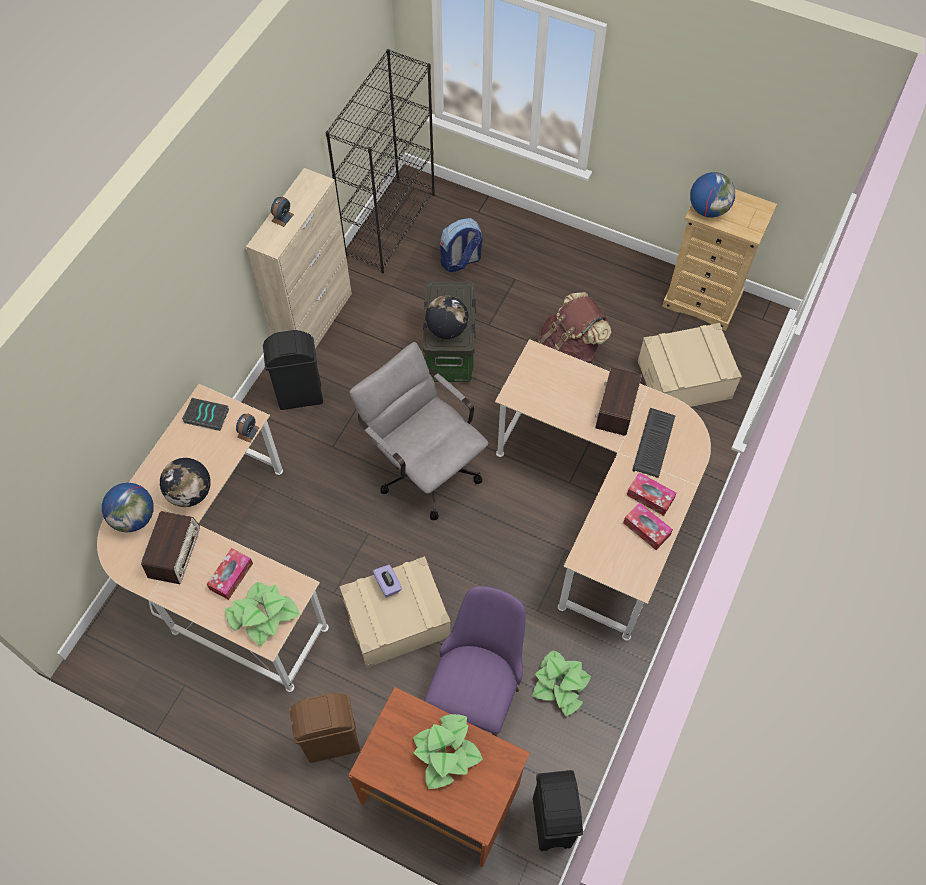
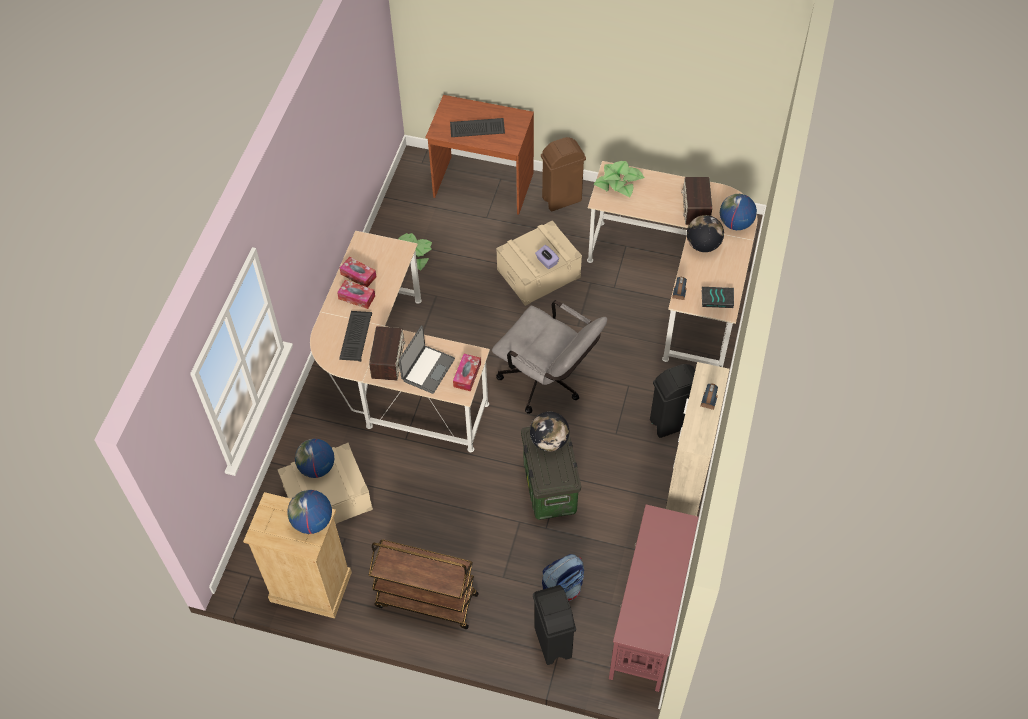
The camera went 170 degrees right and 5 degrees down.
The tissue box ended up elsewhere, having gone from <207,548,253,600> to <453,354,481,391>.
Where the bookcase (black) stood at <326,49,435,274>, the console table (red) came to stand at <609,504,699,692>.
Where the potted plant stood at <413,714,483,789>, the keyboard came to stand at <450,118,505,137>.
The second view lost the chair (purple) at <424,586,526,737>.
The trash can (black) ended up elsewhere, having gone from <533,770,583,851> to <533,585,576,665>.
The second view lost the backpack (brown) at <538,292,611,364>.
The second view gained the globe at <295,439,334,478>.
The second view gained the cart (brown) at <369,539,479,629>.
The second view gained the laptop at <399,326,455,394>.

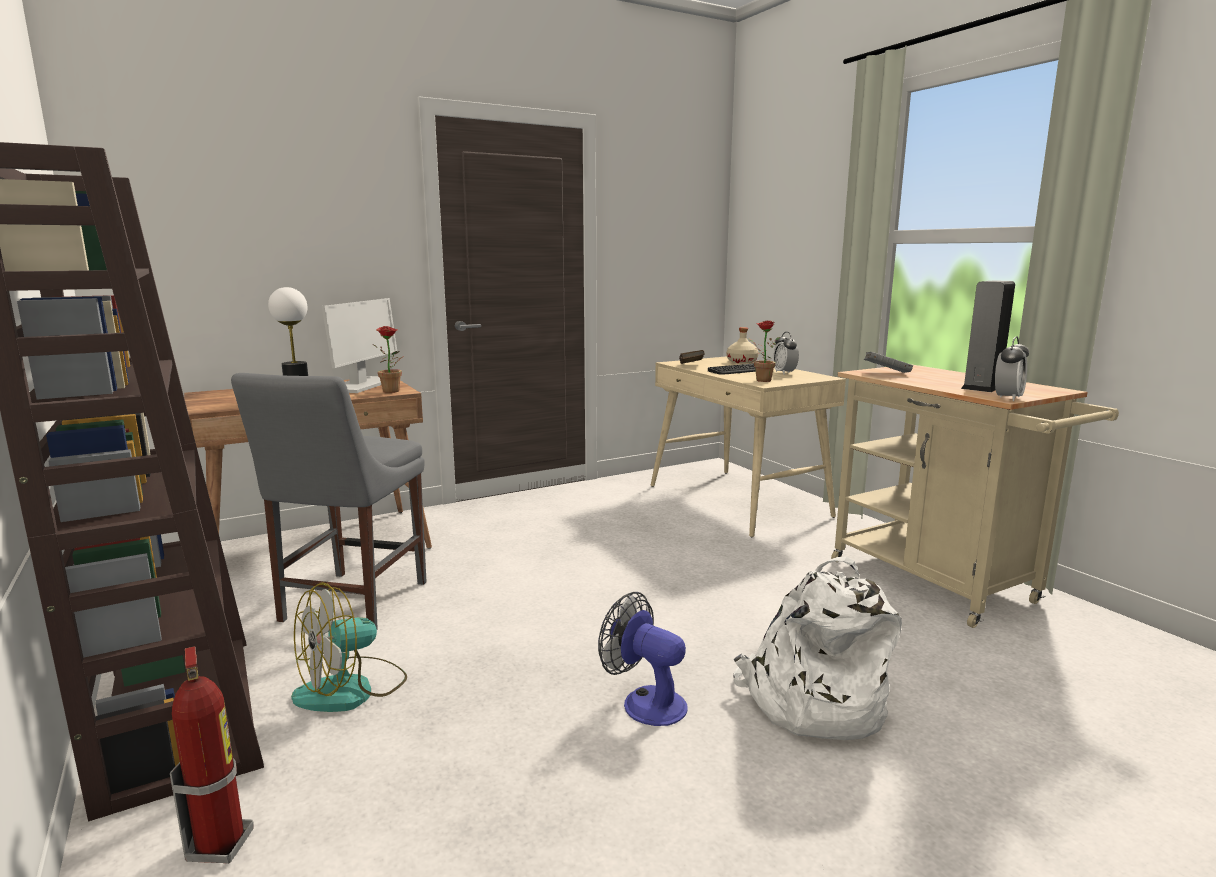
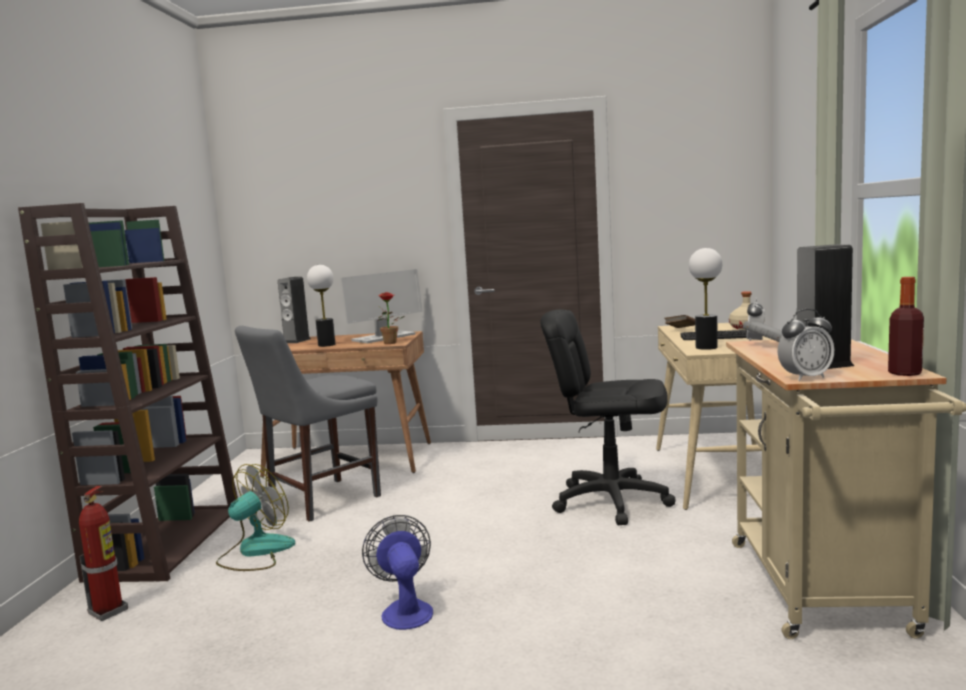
The camera went 35 degrees right and 5 degrees down.
The fan at <291,582,407,712> ended up facing another way, 135 degrees clockwise from before.
The second view lost the backpack (white) at <733,557,902,740>.
Where the potted plant stood at <748,320,780,382>, the table lamp came to stand at <689,248,722,350>.
The second view gained the speaker at <278,277,311,343>.
The second view gained the office chair (black) at <541,309,676,525>.
The second view gained the bottle at <888,277,924,376>.

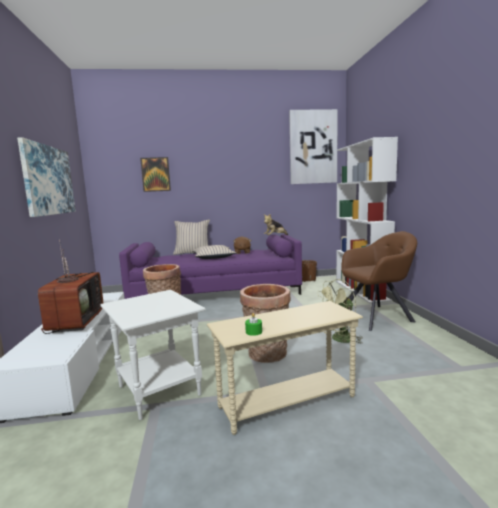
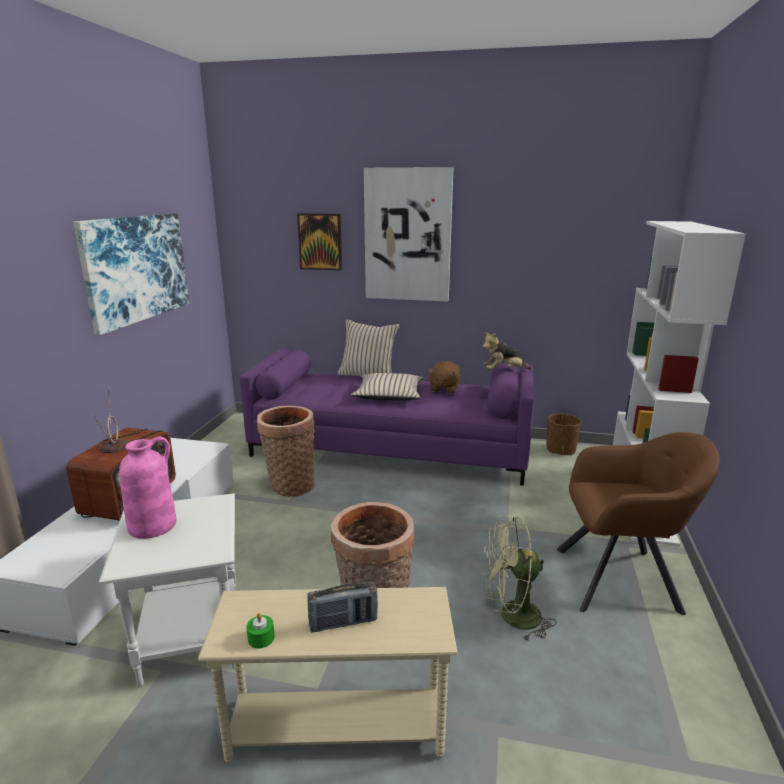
The camera went 20 degrees right and 10 degrees up.
The picture ended up elsewhere, having gone from <289,109,338,184> to <364,167,453,302>.
The second view gained the vase (pink) at <119,437,177,539>.
The second view gained the radio at <307,581,378,633>.

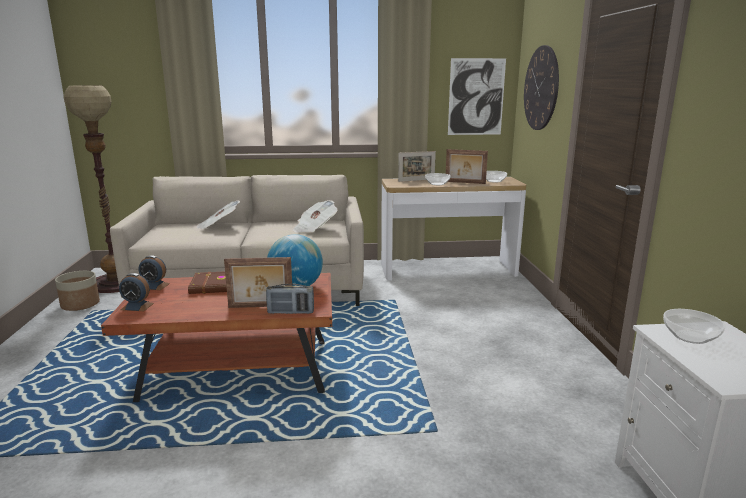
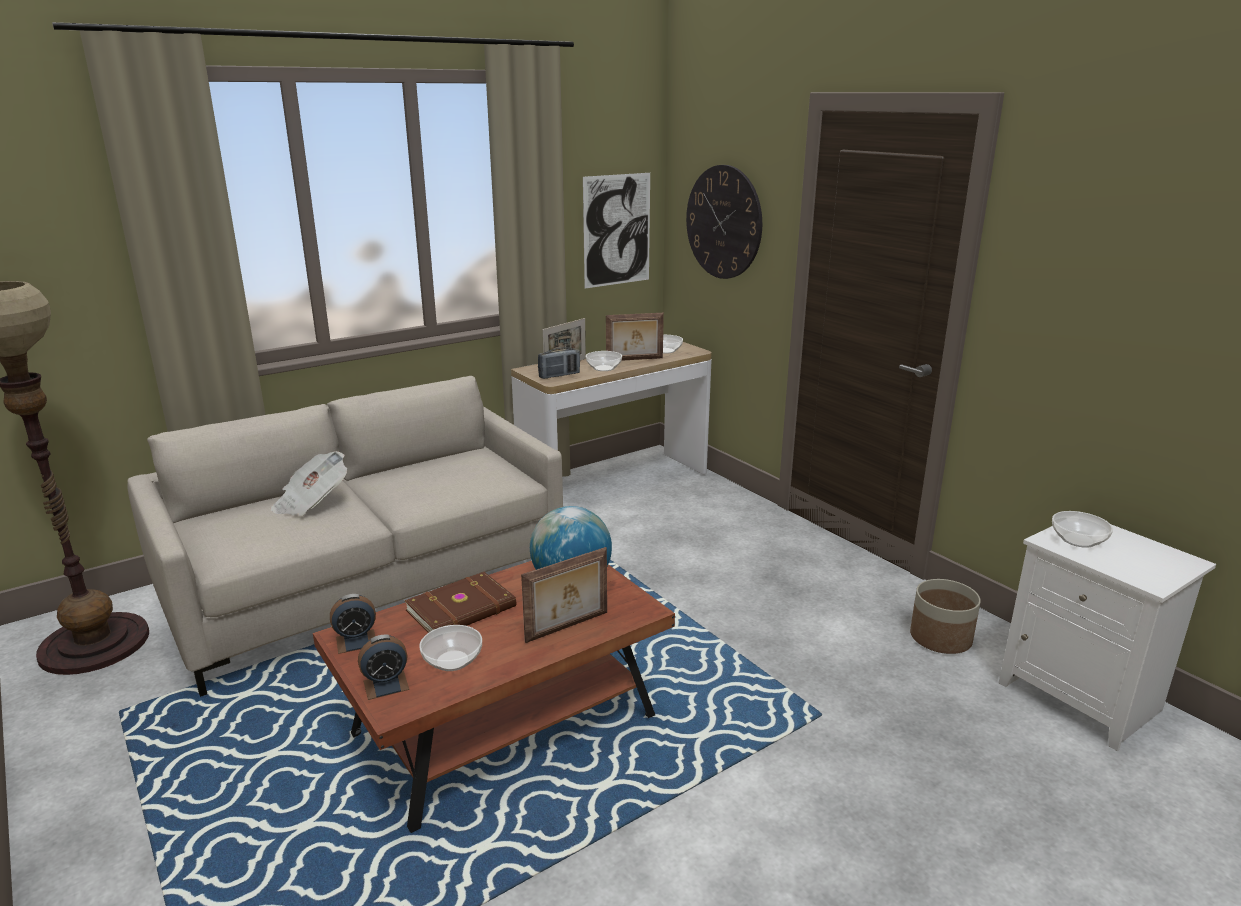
The camera went 30 degrees left and 5 degrees up.
The planter ended up elsewhere, having gone from <55,271,100,311> to <910,579,981,654>.
The radio ended up elsewhere, having gone from <266,284,314,314> to <538,347,580,379>.
The second view lost the newspaper at <292,200,337,233>.
The second view gained the bowl at <419,625,482,671>.

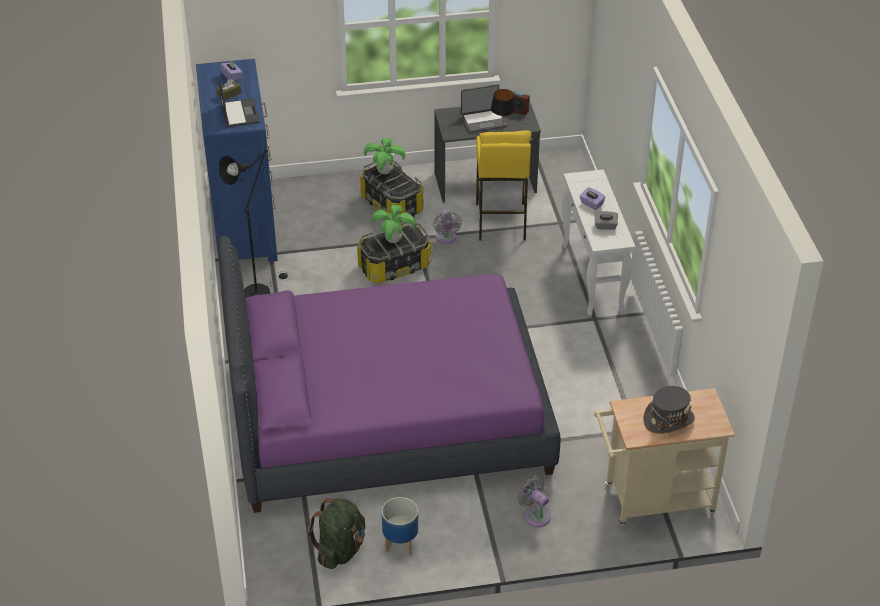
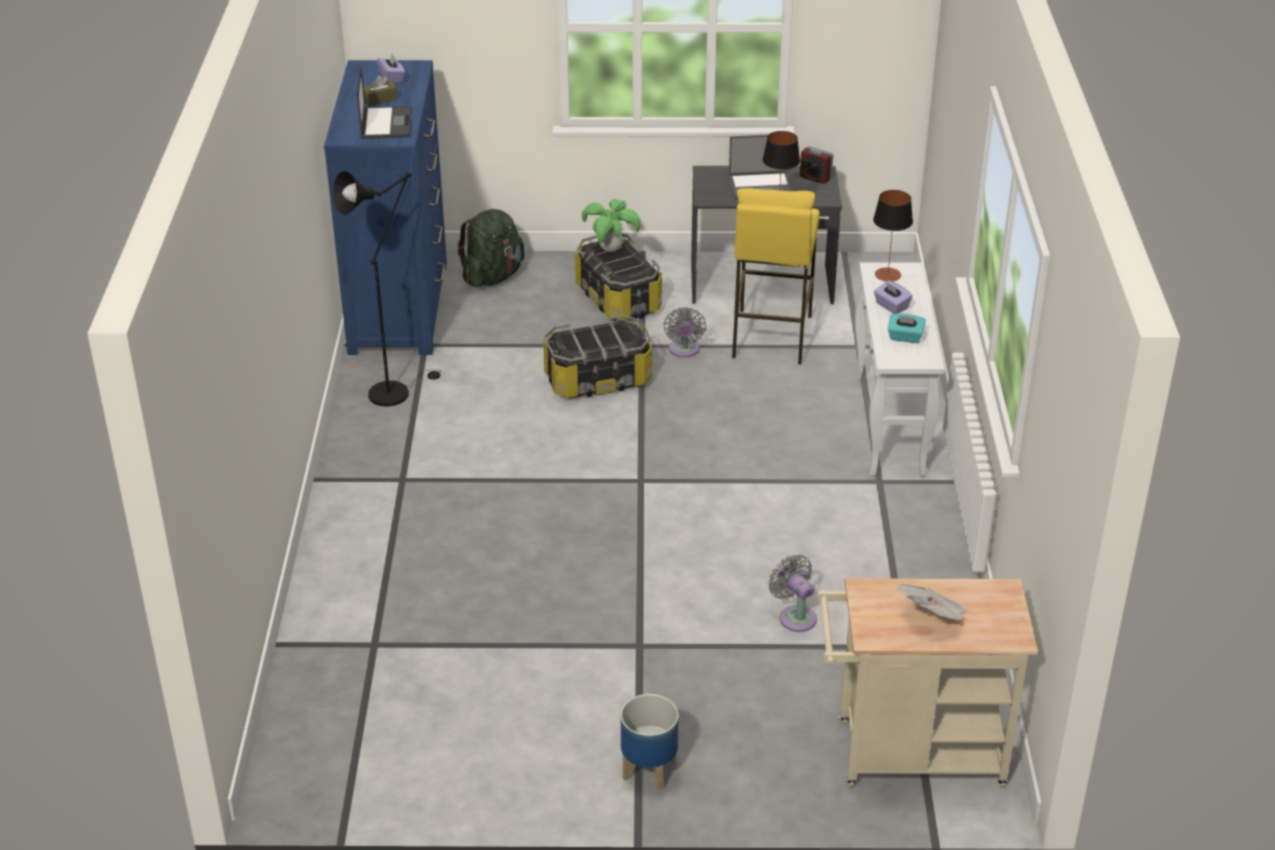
The camera went 10 degrees right and 5 degrees down.
The second view lost the bed (purple) at <218,236,561,513>.
The backpack (green) ended up elsewhere, having gone from <308,498,365,569> to <457,209,525,287>.
The second view lost the potted plant at <371,205,415,243>.
The planter ended up elsewhere, having gone from <382,497,418,556> to <621,694,679,791>.
The fan (grey) ended up elsewhere, having gone from <517,476,551,527> to <768,555,817,632>.
What was the tissue box (grey) at <595,211,618,230> turned into the tissue box (turquoise) at <888,314,926,343>.
Where the hat (grey) stood at <643,386,695,434>, the newspaper came to stand at <898,584,968,621>.
The second view gained the table lamp at <873,190,913,281>.

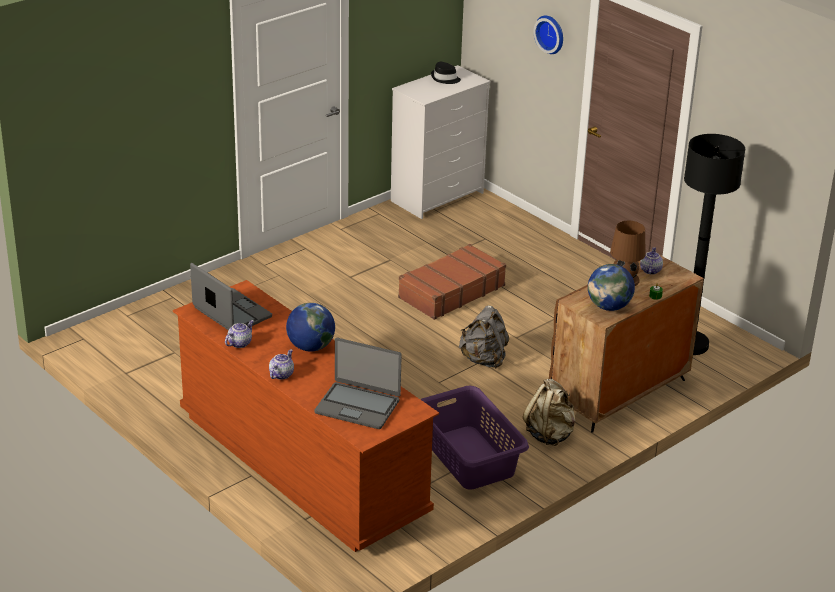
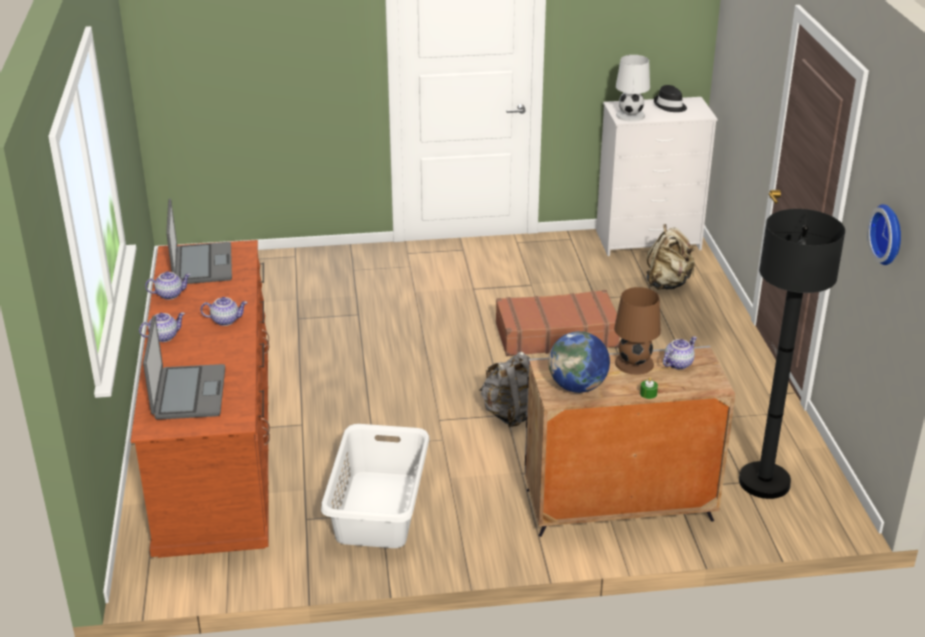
The camera went 35 degrees right and 0 degrees up.
Where the globe stood at <286,303,335,352>, the teapot came to stand at <200,297,247,326>.
The laptop at <314,338,402,429> ended up facing another way, 150 degrees counterclockwise from before.
What was the laundry basket (purple) at <420,386,529,490> turned into the laundry basket (white) at <321,424,429,548>.
The backpack (beige) ended up elsewhere, having gone from <523,379,576,446> to <646,224,695,290>.
The wall clock ended up elsewhere, having gone from <533,16,563,54> to <867,204,901,265>.
What was the cabinet (brown) at <549,255,704,433> turned into the cabinet (grey) at <525,346,735,537>.
The second view gained the table lamp (white) at <616,55,650,122>.

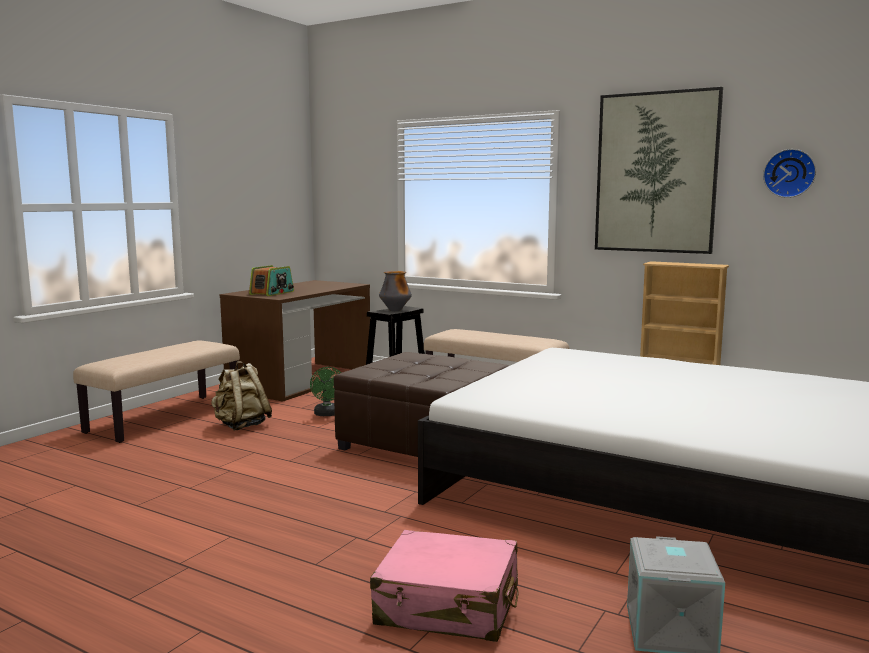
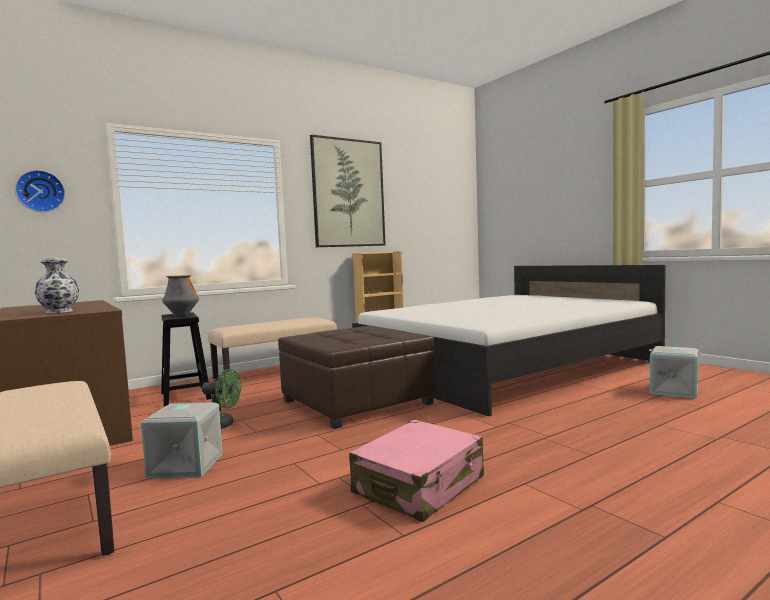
The camera went 65 degrees left and 5 degrees down.
Where the backpack (beige) stood at <211,361,272,430>, the storage box (grey) came to stand at <141,402,223,478>.
Where the radio stood at <249,265,294,296>, the vase came to stand at <35,258,79,313>.
The suitcase (pink) ended up elsewhere, having gone from <370,530,519,642> to <349,420,484,522>.
The wall clock ended up elsewhere, having gone from <763,149,816,198> to <15,170,65,212>.

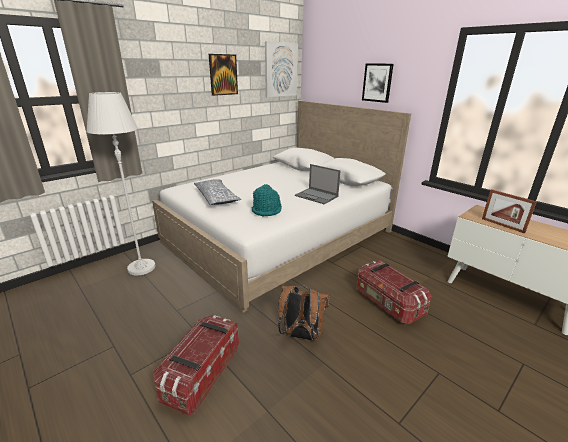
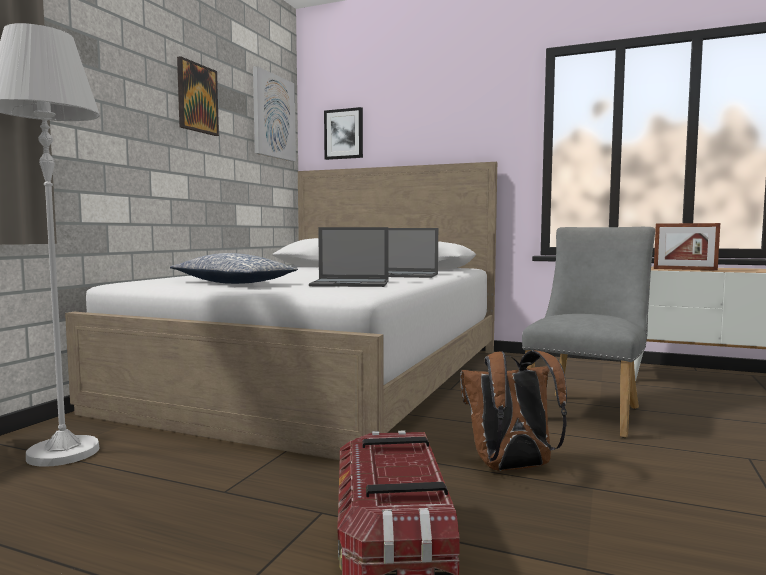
The camera went 25 degrees left and 20 degrees down.
Where the hat (turquoise) stood at <252,184,282,216>, the laptop came to stand at <309,227,388,287>.
Where the storage box stood at <357,260,432,324>, the chair (grey) came to stand at <522,227,655,438>.
The picture ended up elsewhere, having gone from <362,63,394,103> to <324,107,363,160>.

